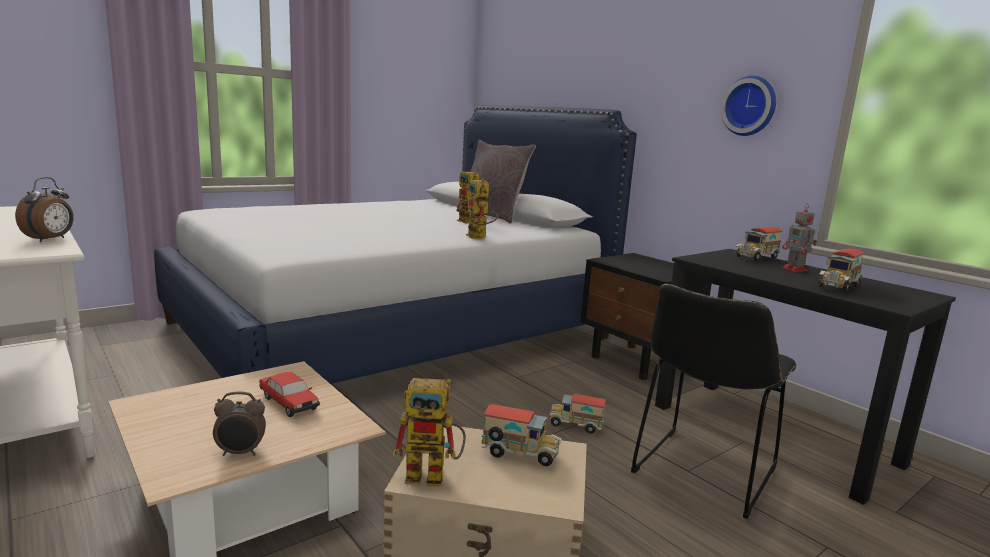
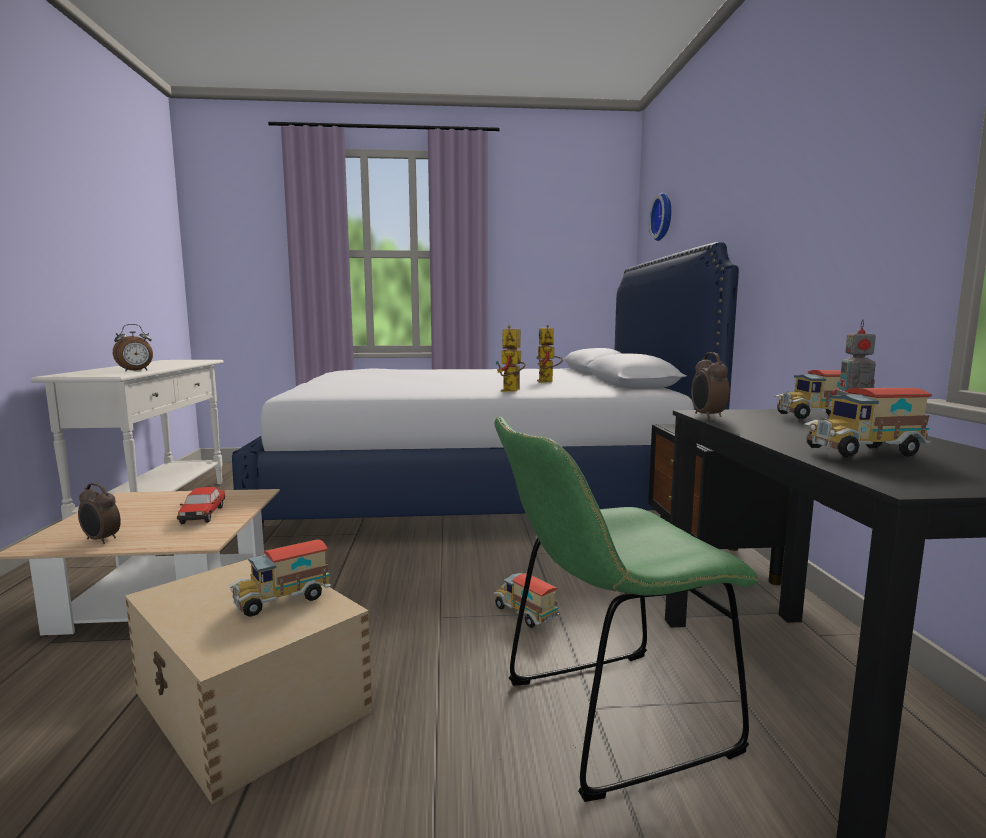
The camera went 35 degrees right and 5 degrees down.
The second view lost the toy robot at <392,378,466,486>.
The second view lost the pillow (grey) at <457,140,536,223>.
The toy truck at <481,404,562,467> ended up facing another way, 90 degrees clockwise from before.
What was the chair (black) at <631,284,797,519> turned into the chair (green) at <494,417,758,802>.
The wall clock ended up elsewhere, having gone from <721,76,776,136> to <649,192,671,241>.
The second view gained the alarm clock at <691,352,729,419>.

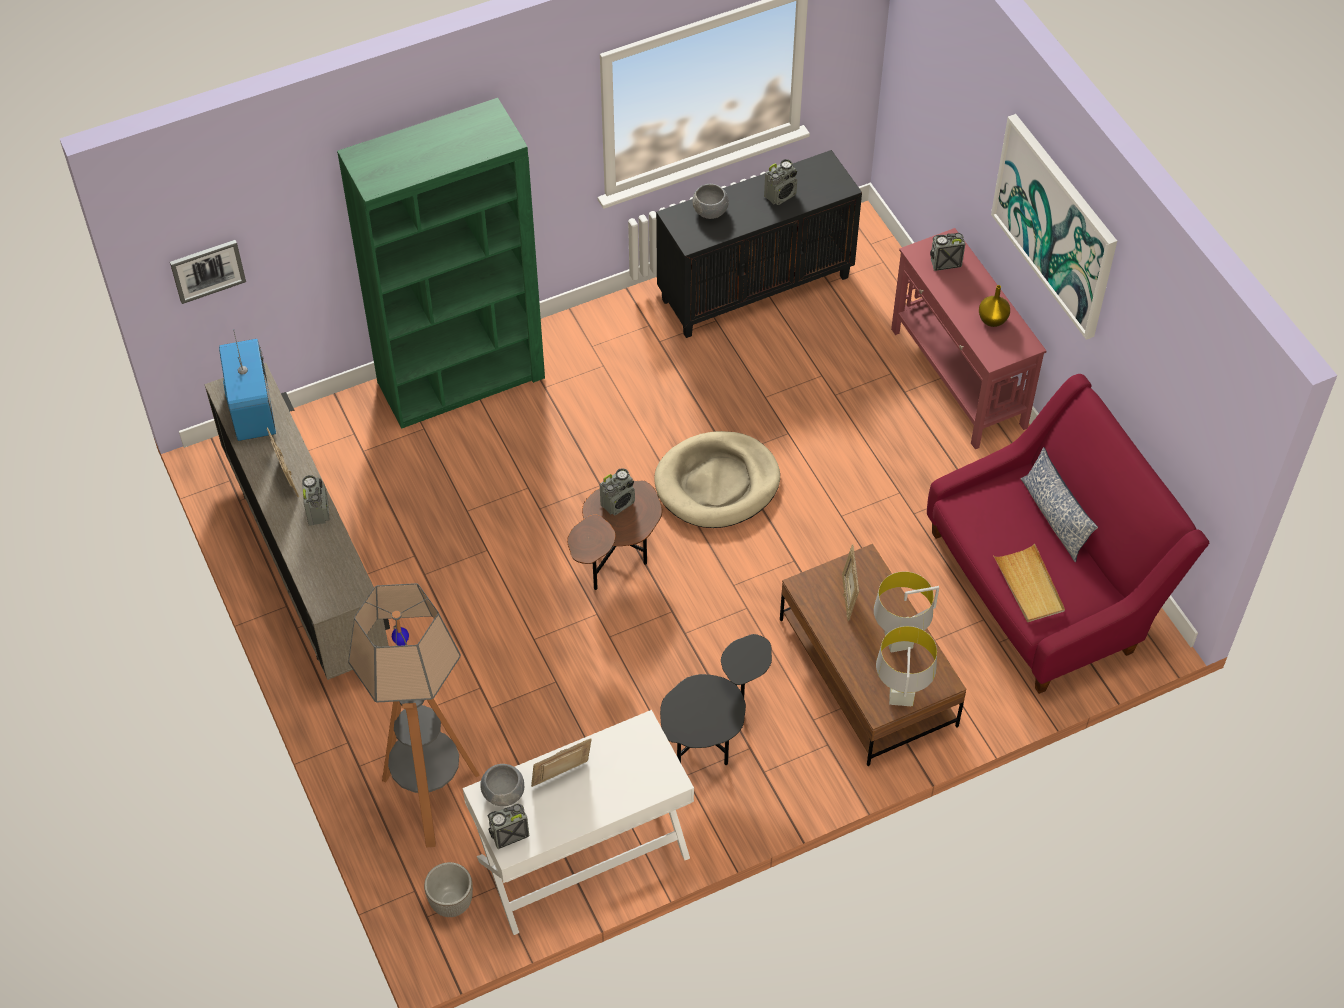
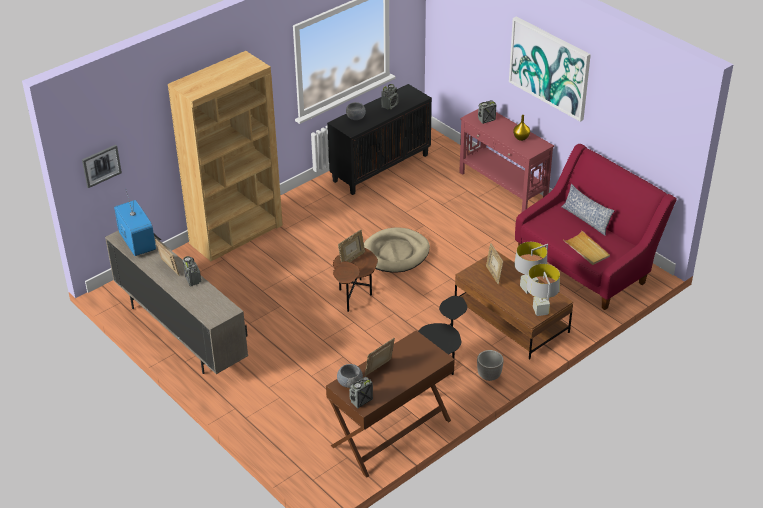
The camera went 15 degrees left and 15 degrees down.
What was the bookcase (green) at <337,98,545,429> turned into the bookcase (brown) at <168,51,283,261>.
The second view lost the floor lamp at <348,583,480,847>.
The planter ended up elsewhere, having gone from <424,862,473,917> to <477,350,504,381>.
What was the console table (white) at <463,710,694,935> turned into the console table (brown) at <326,330,455,478>.
Where the radio stood at <600,468,635,515>, the picture frame came to stand at <338,230,365,262>.

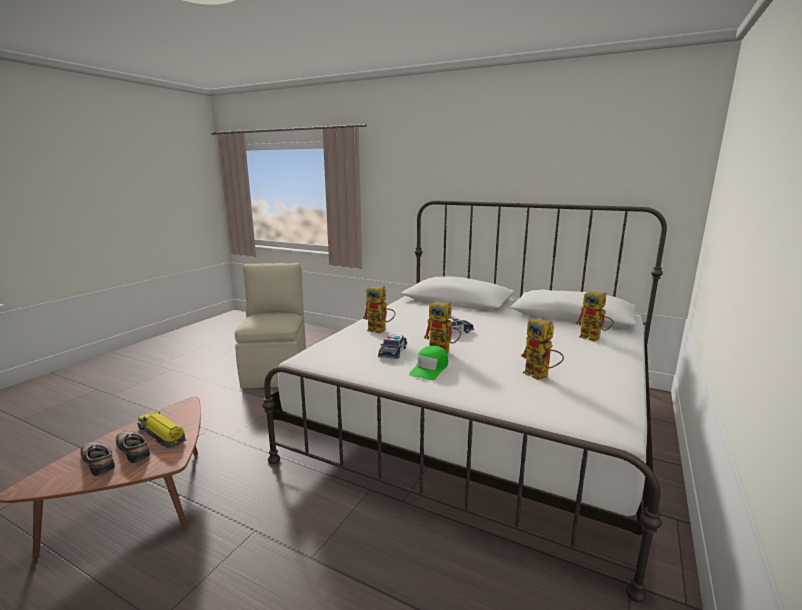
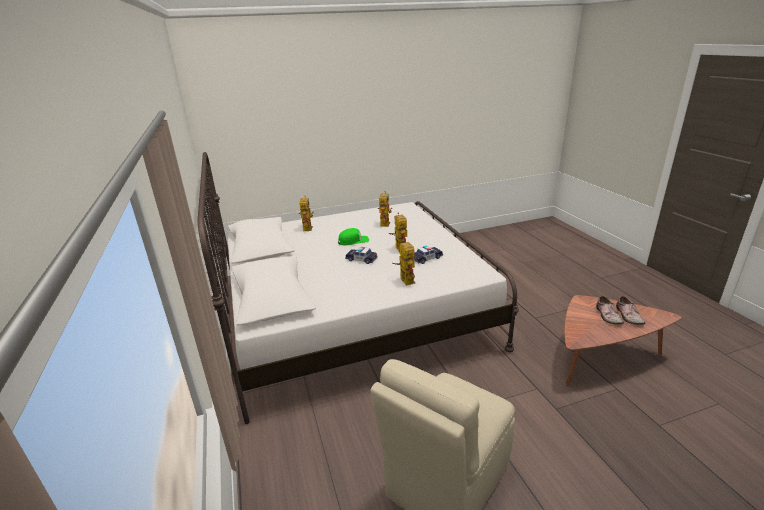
The camera went 135 degrees left and 10 degrees up.
The second view lost the toy truck at <137,411,186,448>.
The cap (green) ended up elsewhere, having gone from <409,346,448,380> to <338,228,369,245>.

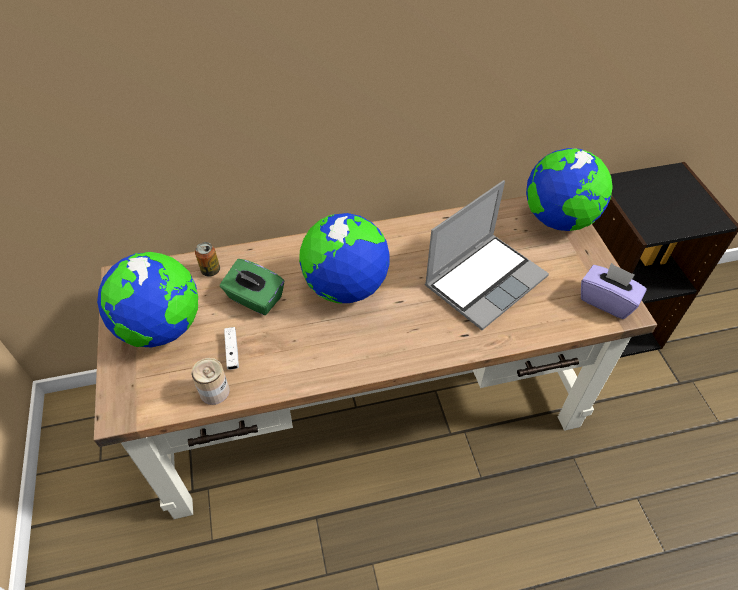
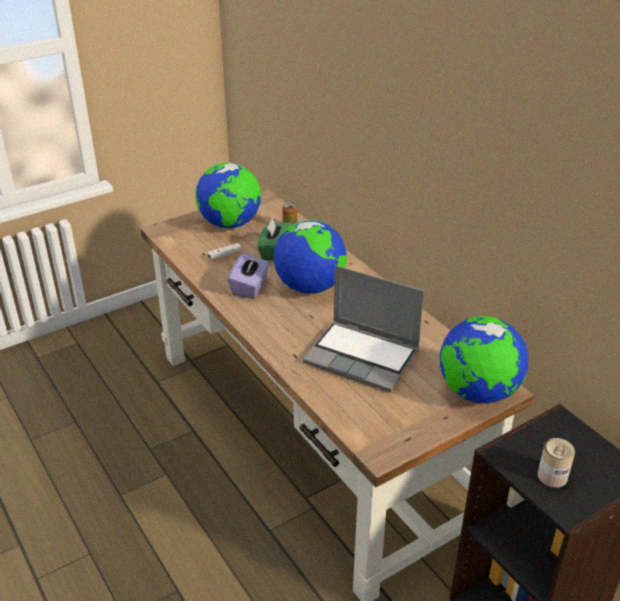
The camera went 70 degrees right and 15 degrees down.
The can ended up elsewhere, having gone from <191,358,230,405> to <538,438,575,488>.
The tissue box (purple) ended up elsewhere, having gone from <581,263,647,319> to <228,253,269,299>.

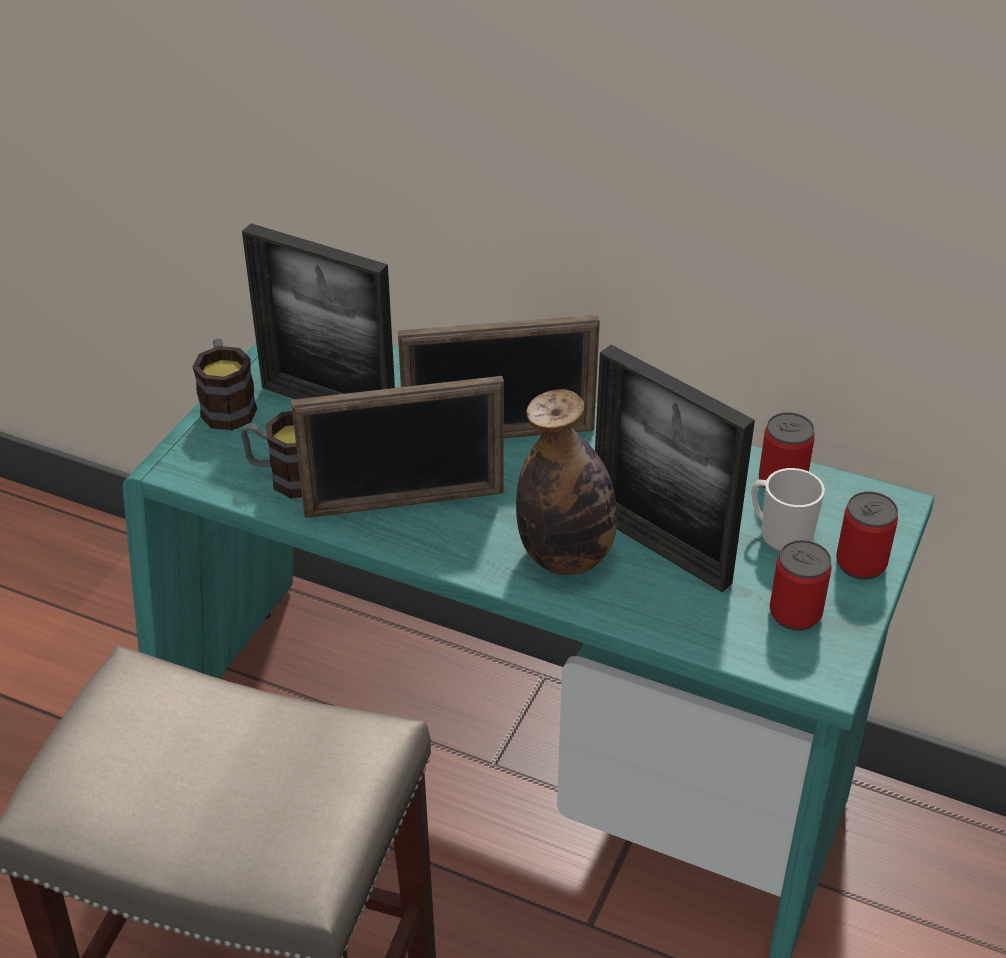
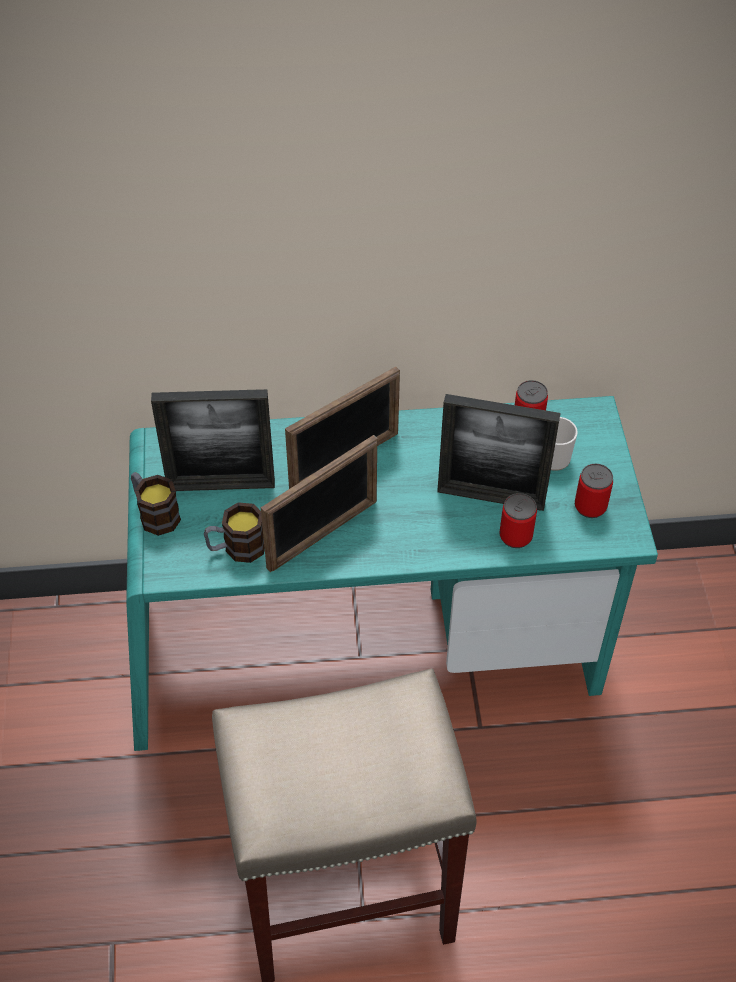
The camera went 30 degrees left and 10 degrees up.
The second view lost the bottle at <516,389,617,575>.
The can ended up elsewhere, having gone from <836,491,898,580> to <499,493,537,548>.

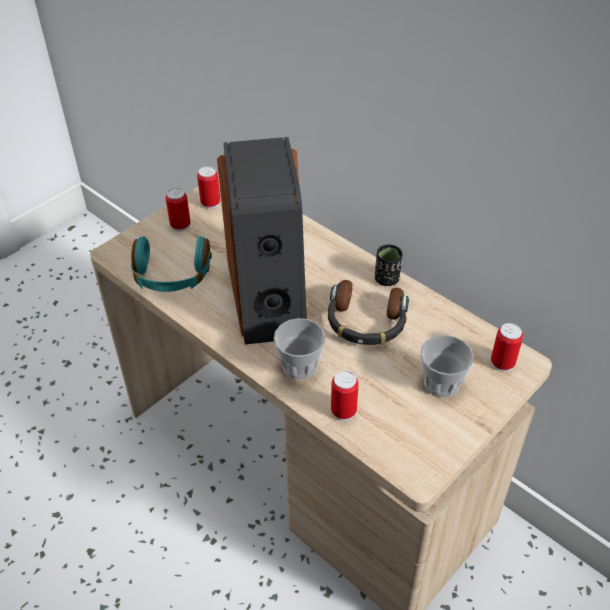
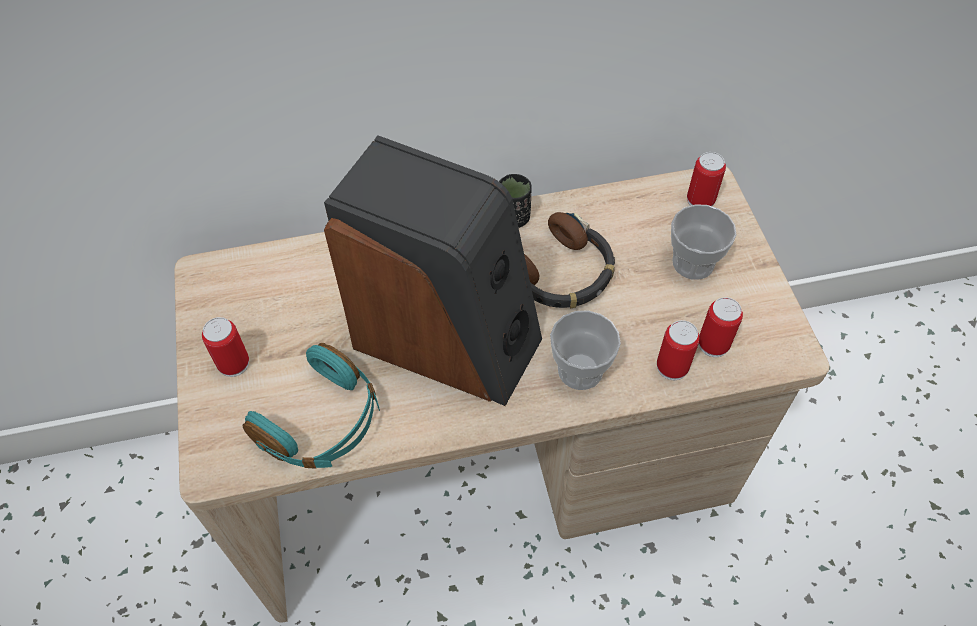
The camera went 55 degrees left and 10 degrees up.
The can ended up elsewhere, having gone from <197,166,221,209> to <699,297,743,357>.

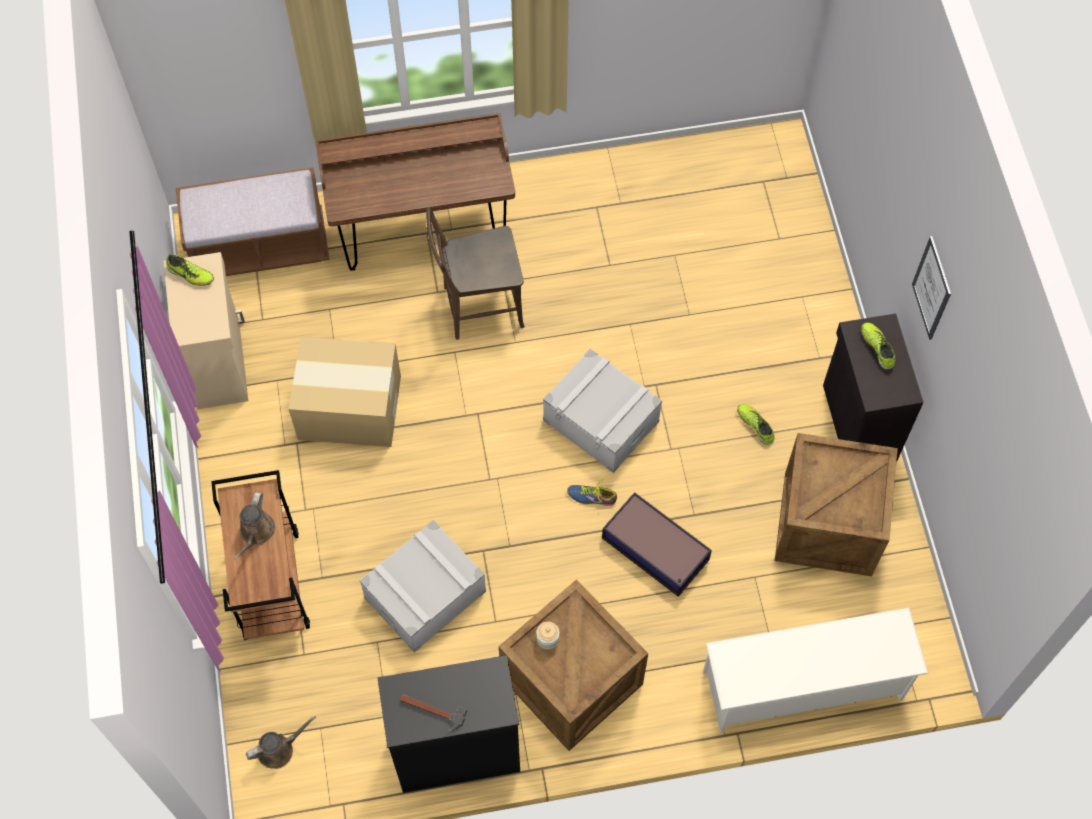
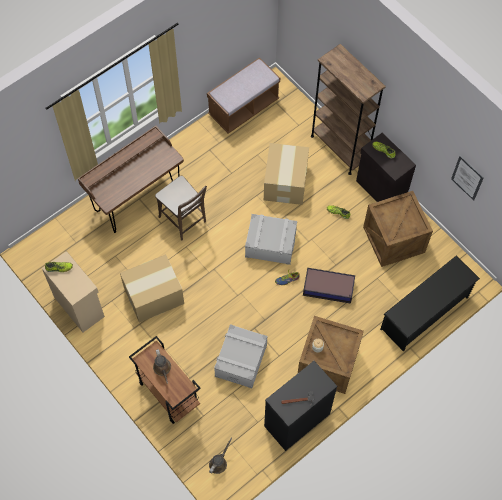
The camera went 30 degrees left and 0 degrees up.
The bench (brown) ended up elsewhere, having gone from <176,168,330,276> to <207,57,280,134>.
The chair (brown) at <426,207,525,340> ended up facing another way, 90 degrees counterclockwise from before.
What was the shoe rack (white) at <703,608,928,733> turned into the shoe rack (black) at <380,255,480,351>.
The picture ended up elsewhere, having gone from <912,236,951,340> to <451,156,484,201>.
The second view gained the cardboard box at <264,143,309,205>.
The second view gained the bookcase (brown) at <311,44,386,175>.

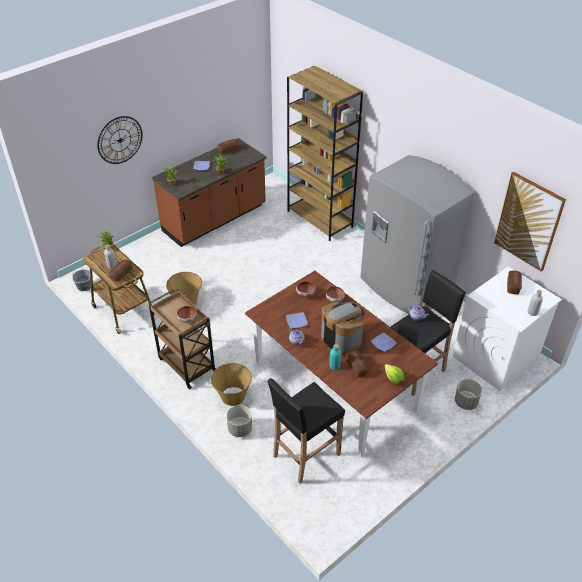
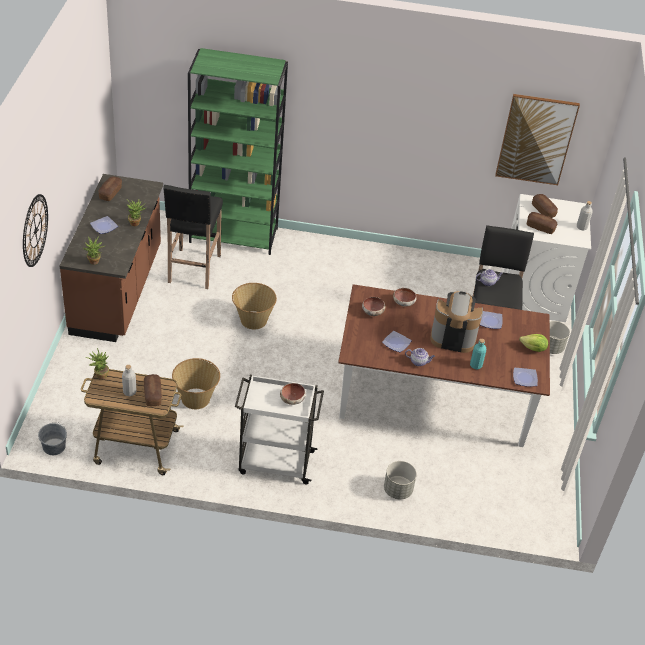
The camera went 45 degrees left and 0 degrees up.
What was the cart (brown) at <148,289,216,389> turned into the cart (white) at <235,375,324,484>.
The basket ended up elsewhere, having gone from <211,363,252,406> to <232,283,277,330>.
The stool (black) ended up elsewhere, having gone from <267,378,345,484> to <163,185,223,289>.
What was the bookcase (brown) at <287,66,363,241> turned into the bookcase (green) at <188,48,288,255>.
The bread ended up elsewhere, having gone from <346,350,369,377> to <527,212,557,234>.
The second view lost the fridge (grey) at <360,155,475,314>.
The second view gained the plate at <513,367,538,387>.

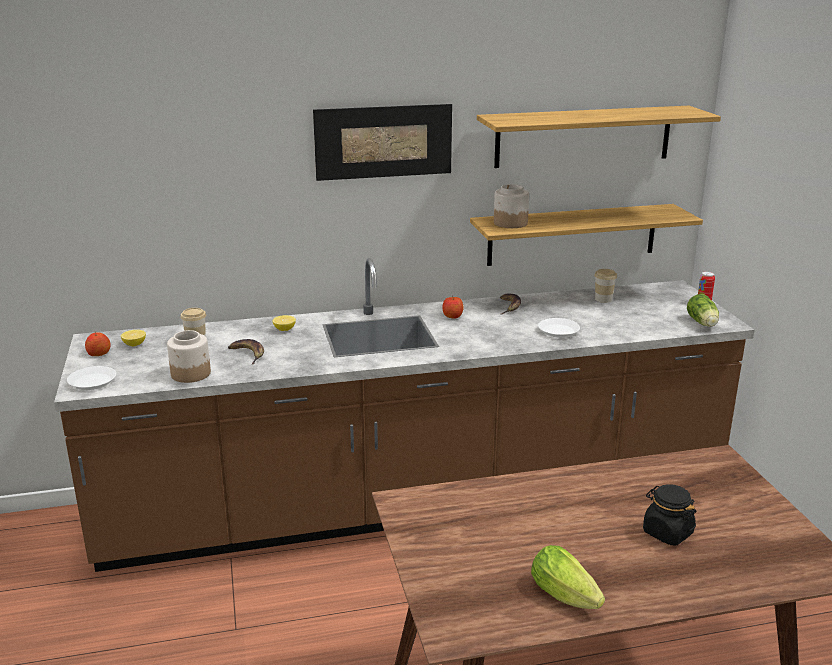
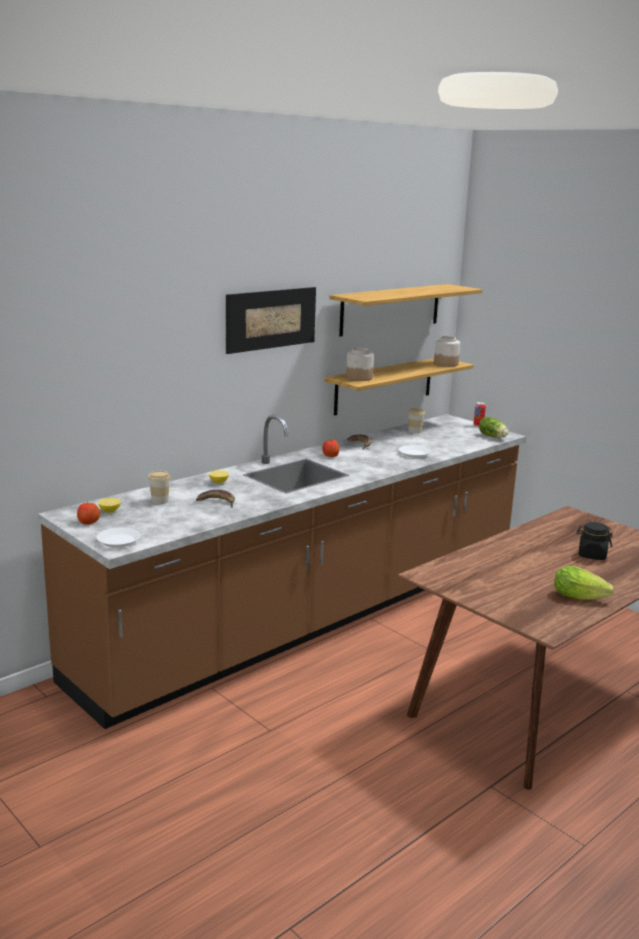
The camera went 30 degrees left and 5 degrees down.
The jar ended up elsewhere, having gone from <167,330,211,383> to <434,336,460,367>.

